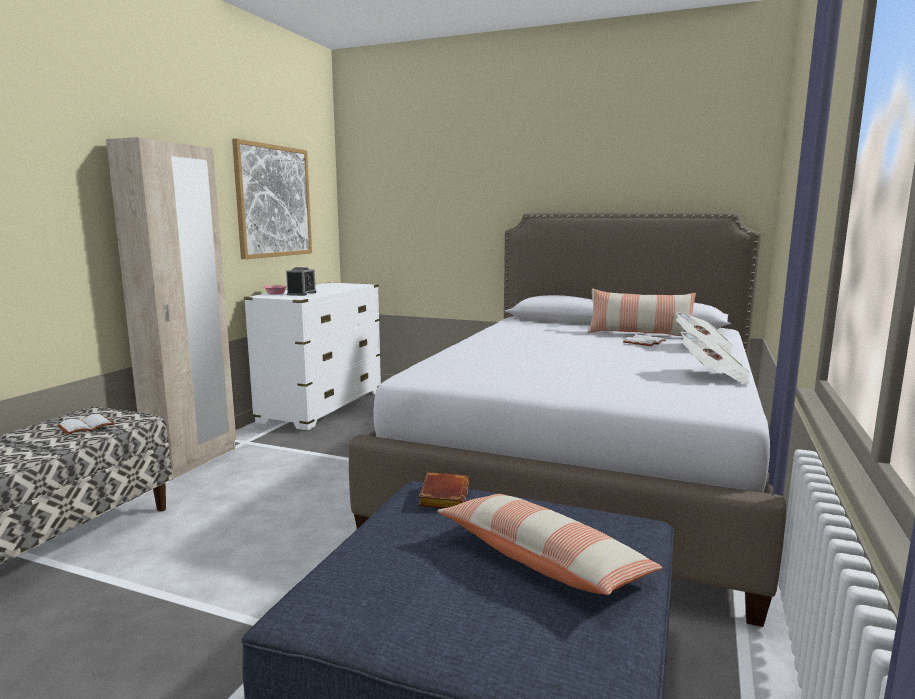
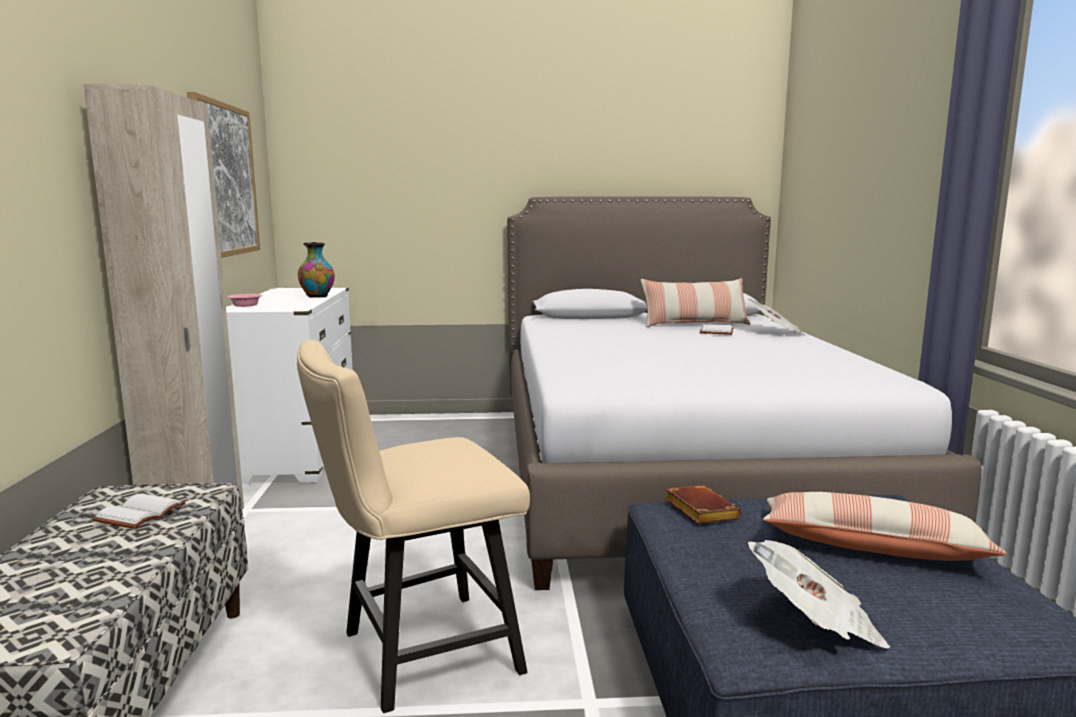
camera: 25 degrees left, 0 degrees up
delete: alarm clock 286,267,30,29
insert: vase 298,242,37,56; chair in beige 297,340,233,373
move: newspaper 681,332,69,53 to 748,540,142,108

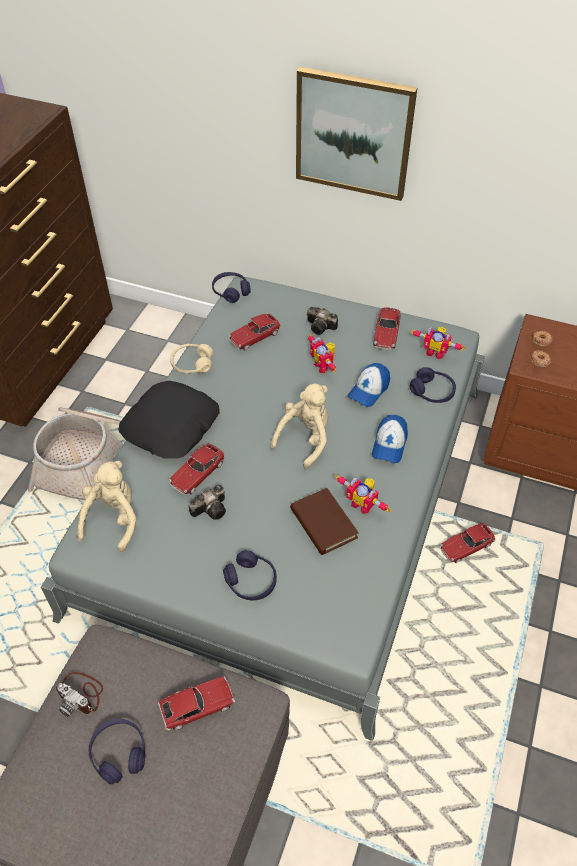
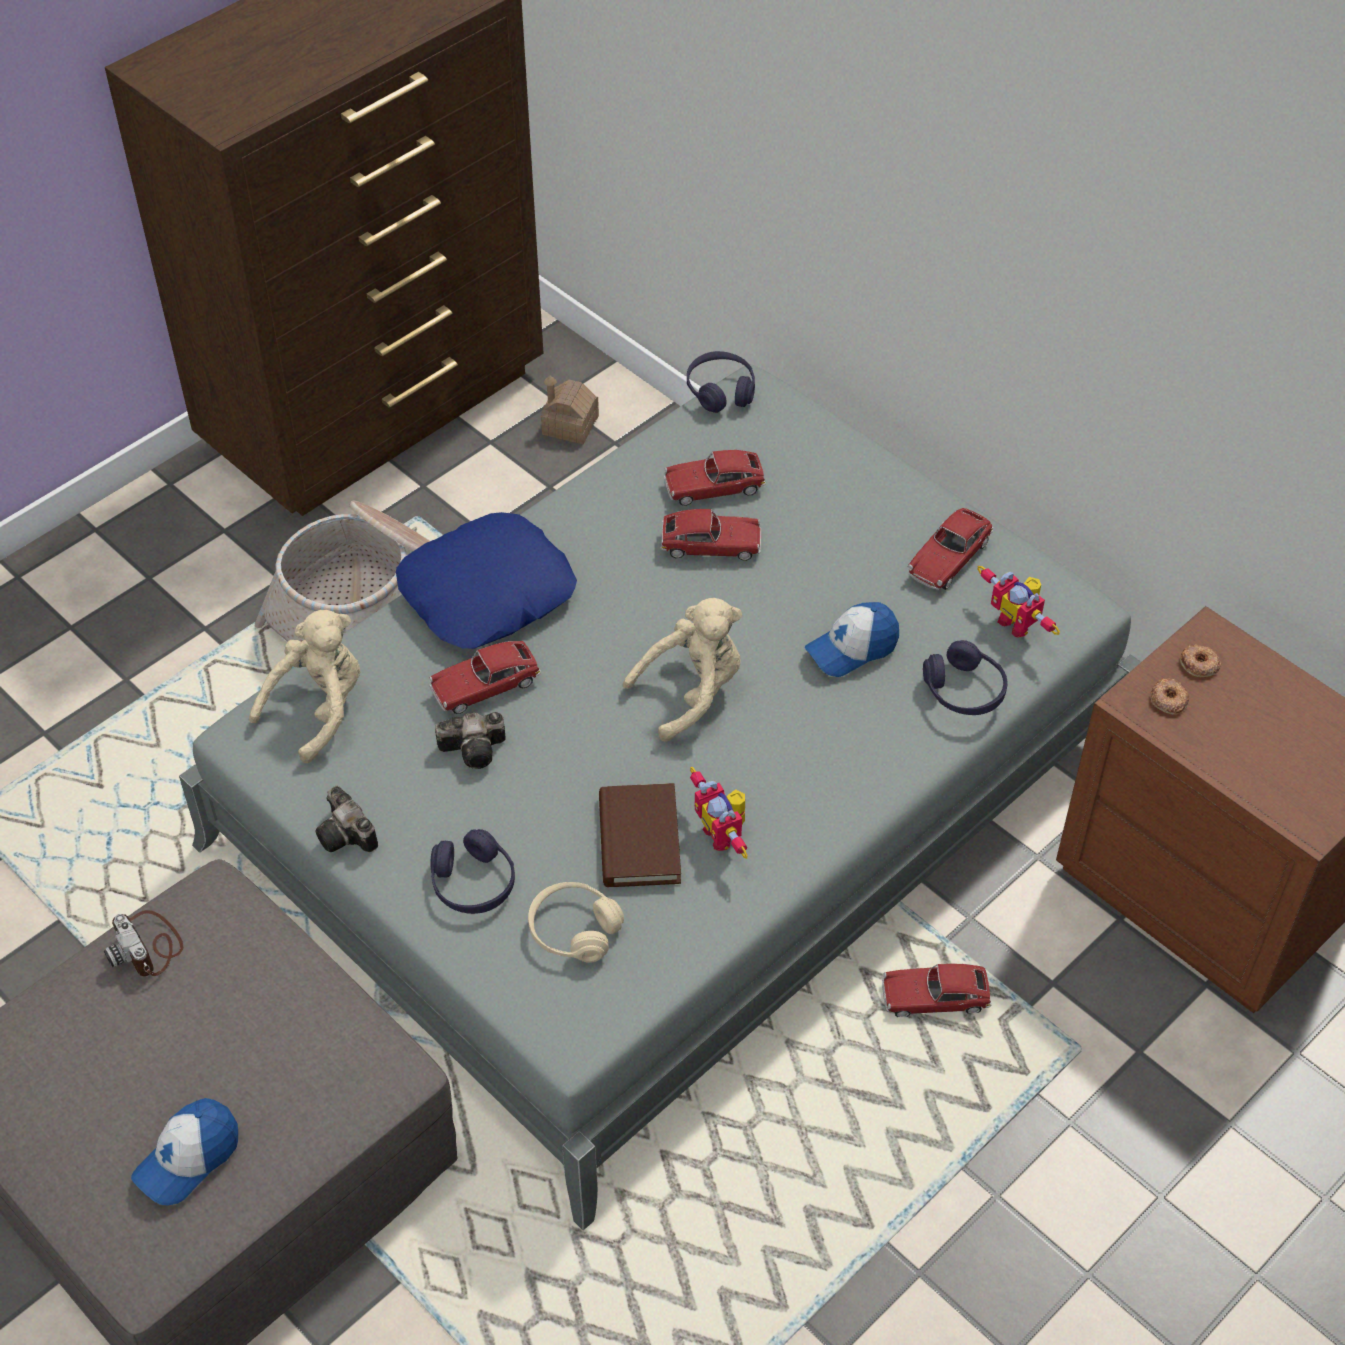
camera: 25 degrees right, 0 degrees up
delete: picture 296,67,121,134; toy robot 308,334,28,39; headphones in purple 89,719,56,65
insert: toy house 541,376,58,68
move: photo camera 307,307,31,28 to 315,786,63,66; headphones in beige 170,344,43,30 to 528,882,96,81; cap 372,415,36,48 to 131,1098,107,108; toy car 158,676,77,55 to 660,509,101,52
recolor: pillow in black 119,381,101,78 to pillow in blue 396,512,181,137

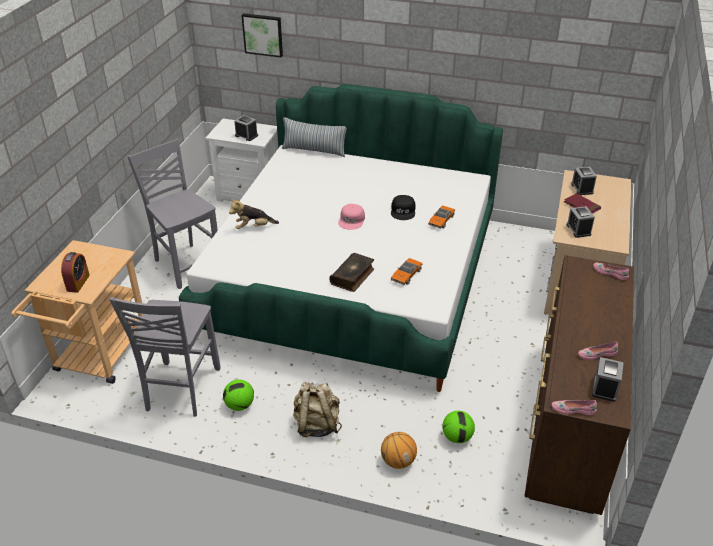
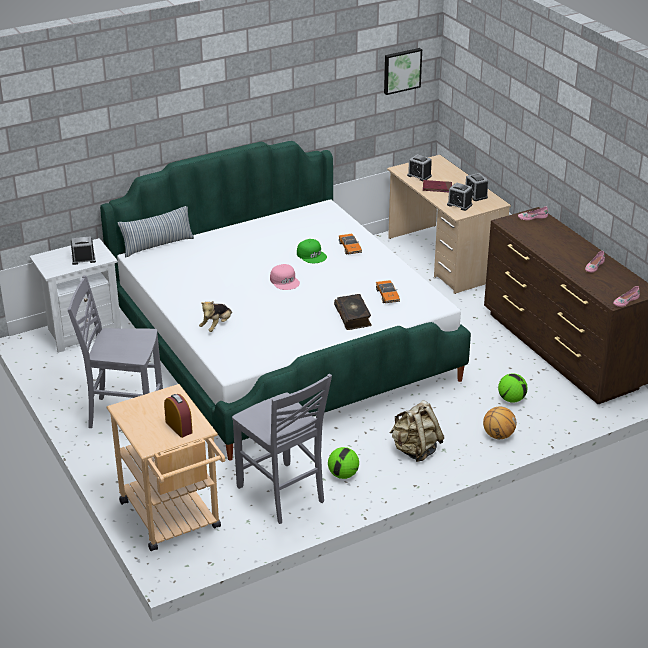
camera: 45 degrees left, 5 degrees down
move: picture 241,13,42,45 to 384,48,38,47; alarm clock 592,357,32,45 to 466,173,23,28
recolor: cap in black 391,195,25,25 to cap in green 297,239,30,24

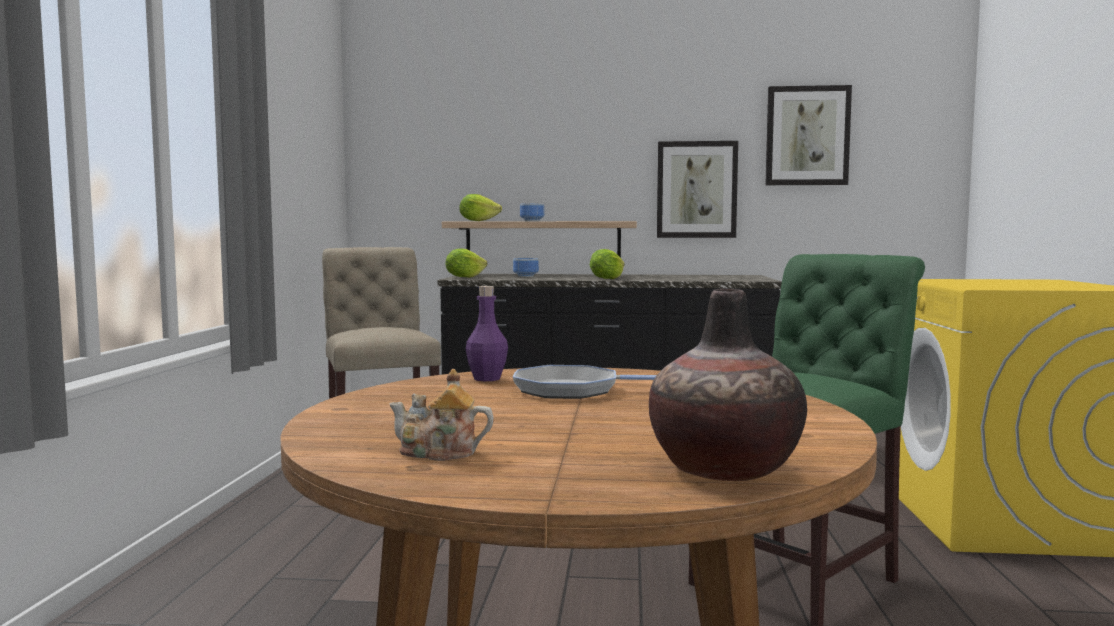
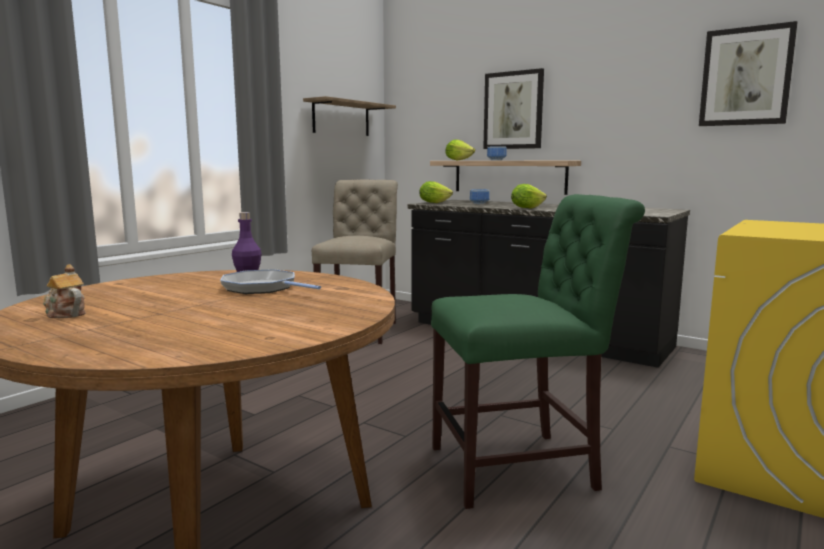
camera: 30 degrees right, 5 degrees up
delete: vase 649,289,158,192
insert: shelf 303,96,93,40
move: picture 657,141,81,97 to 483,68,61,81

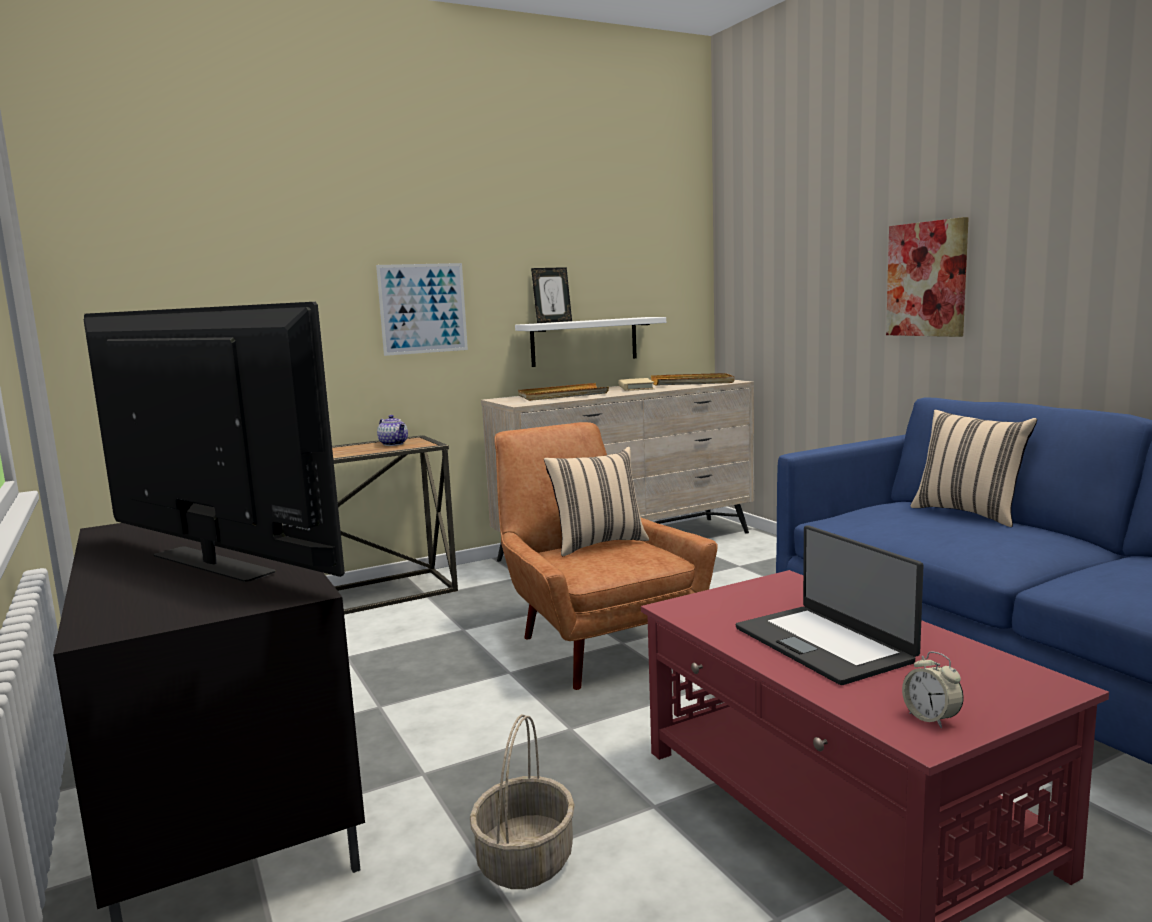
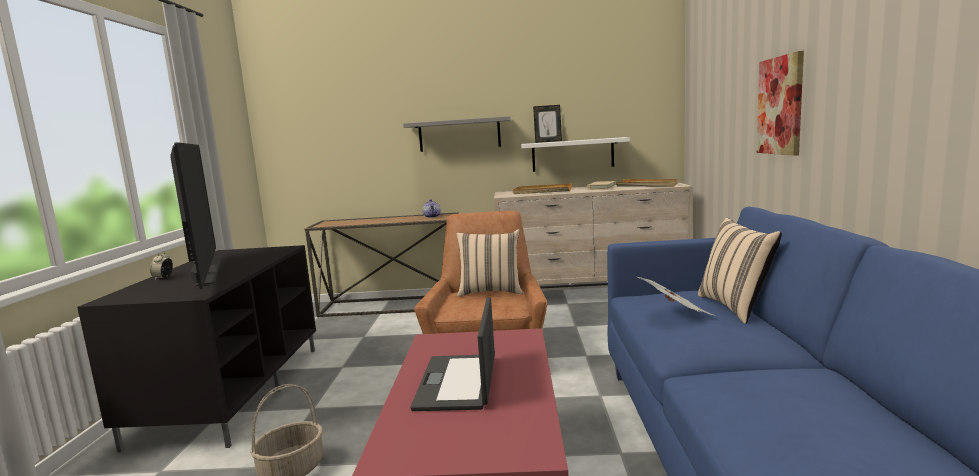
camera: 30 degrees right, 0 degrees up
insert: newspaper 638,277,75,38
move: alarm clock 902,651,62,77 to 150,251,23,29
replace: picture 376,263,92,93 to shelf in grey 403,116,107,36

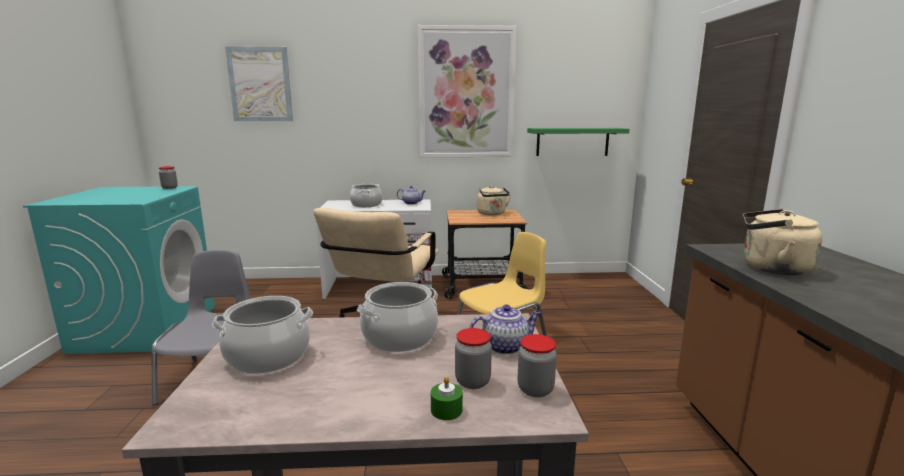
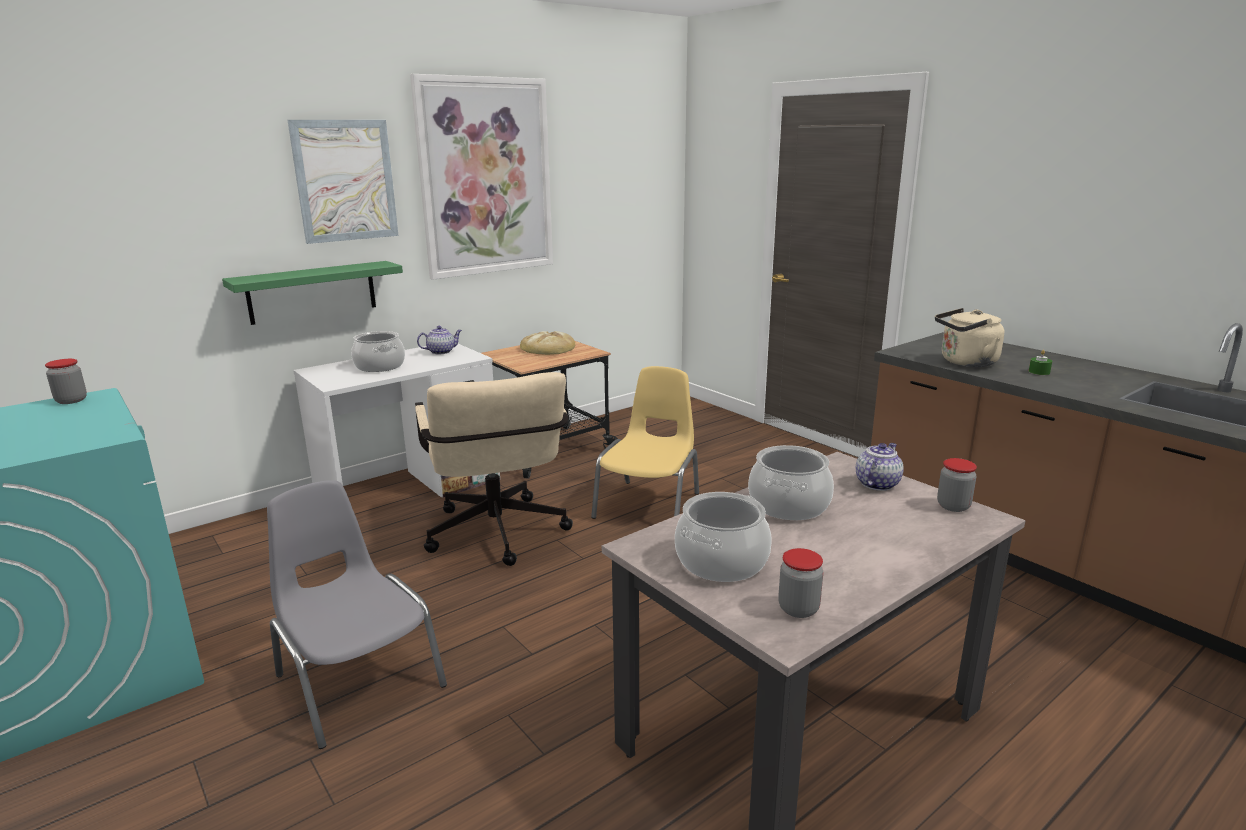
camera: 35 degrees left, 5 degrees up
move: picture 225,46,68,75 to 288,120,111,124; shelf in green 527,128,102,28 to 222,261,181,64; jar 455,328,37,61 to 778,548,45,70; candle in green 431,376,32,44 to 1029,350,23,25
replace: kettle in beige 477,186,34,29 to bread 520,331,55,24

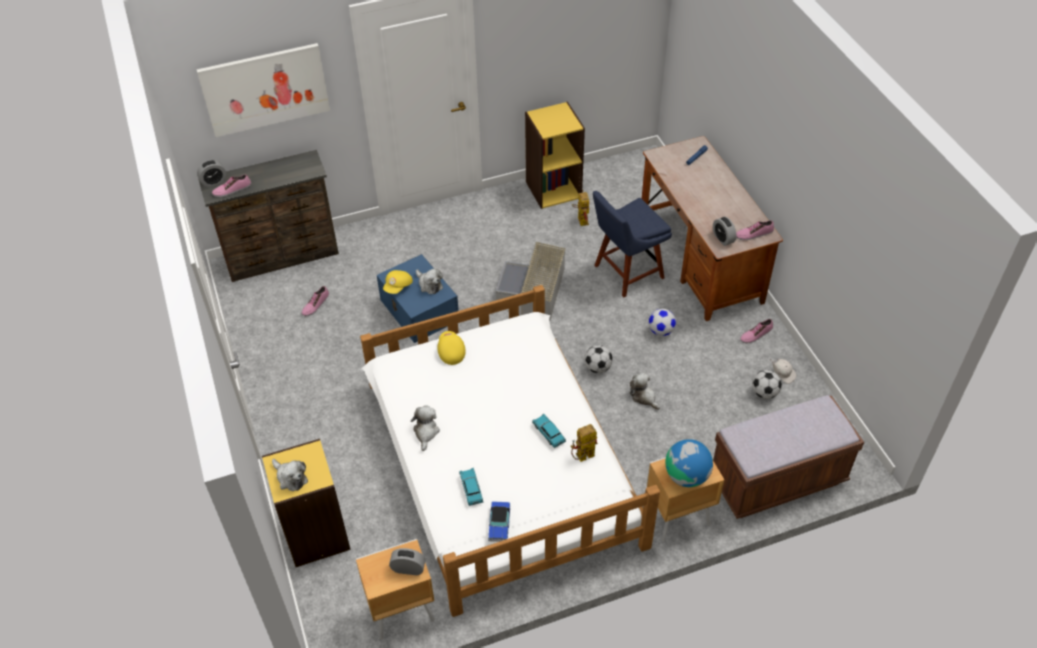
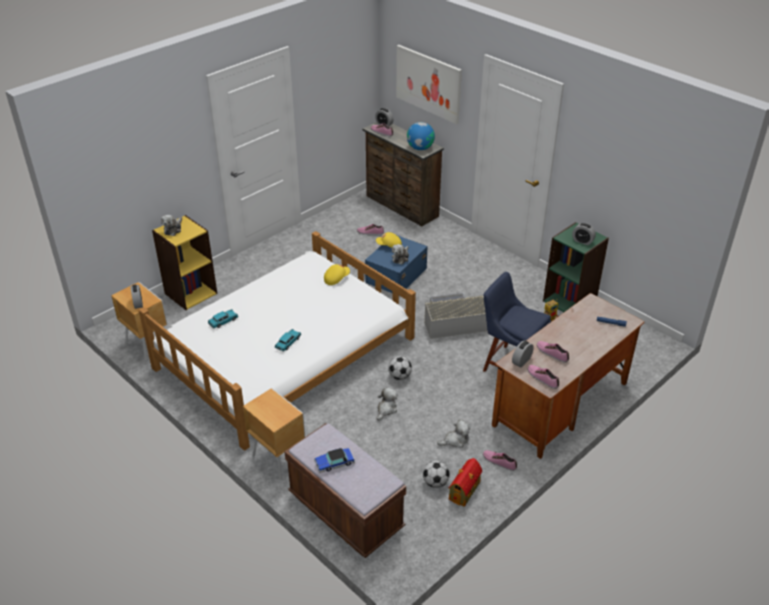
camera: 65 degrees right, 10 degrees down
delete: football 648,309,28,27; toy robot 571,424,27,38
insert: alarm clock 572,223,24,22; shoe 537,341,32,21
move: plush toy 411,405,29,46 to 437,419,34,29; globe 665,439,48,48 to 407,122,28,28; toy car 488,501,22,41 to 314,448,41,25
replace: cap in white 769,359,27,25 to toy house 449,458,33,49
recolor: bookcase in yellow 525,102,60,107 to bookcase in green 543,222,66,90

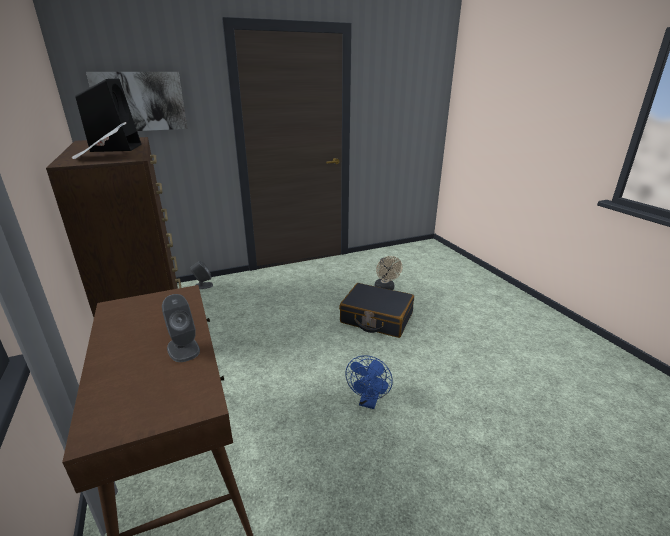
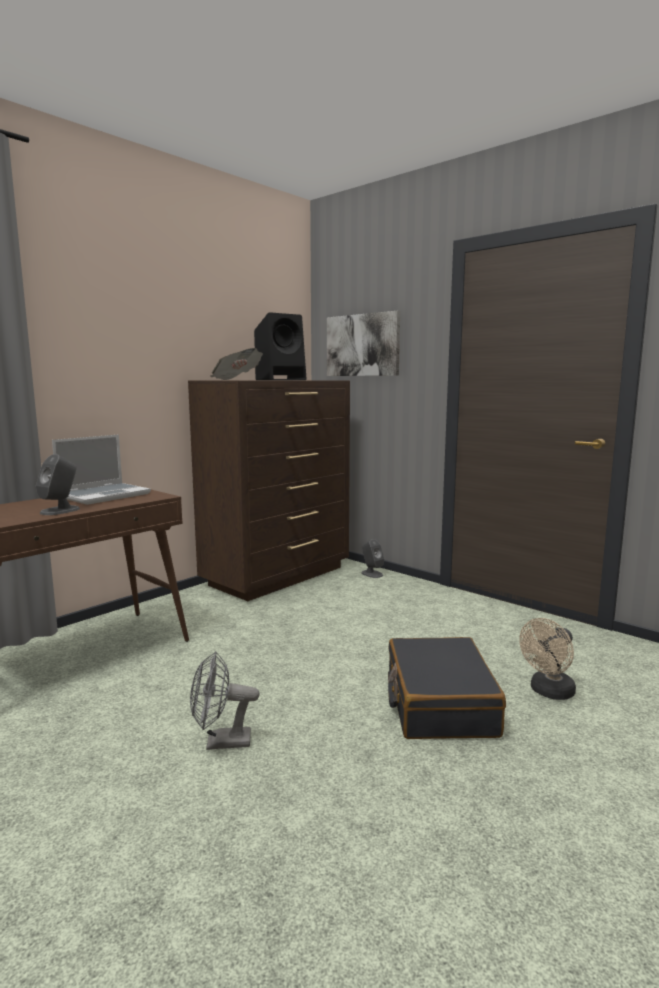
camera: 65 degrees right, 15 degrees down
insert: laptop 52,435,99,70
recolor: fan in blue 345,355,48,54 to fan in grey 190,651,69,99

